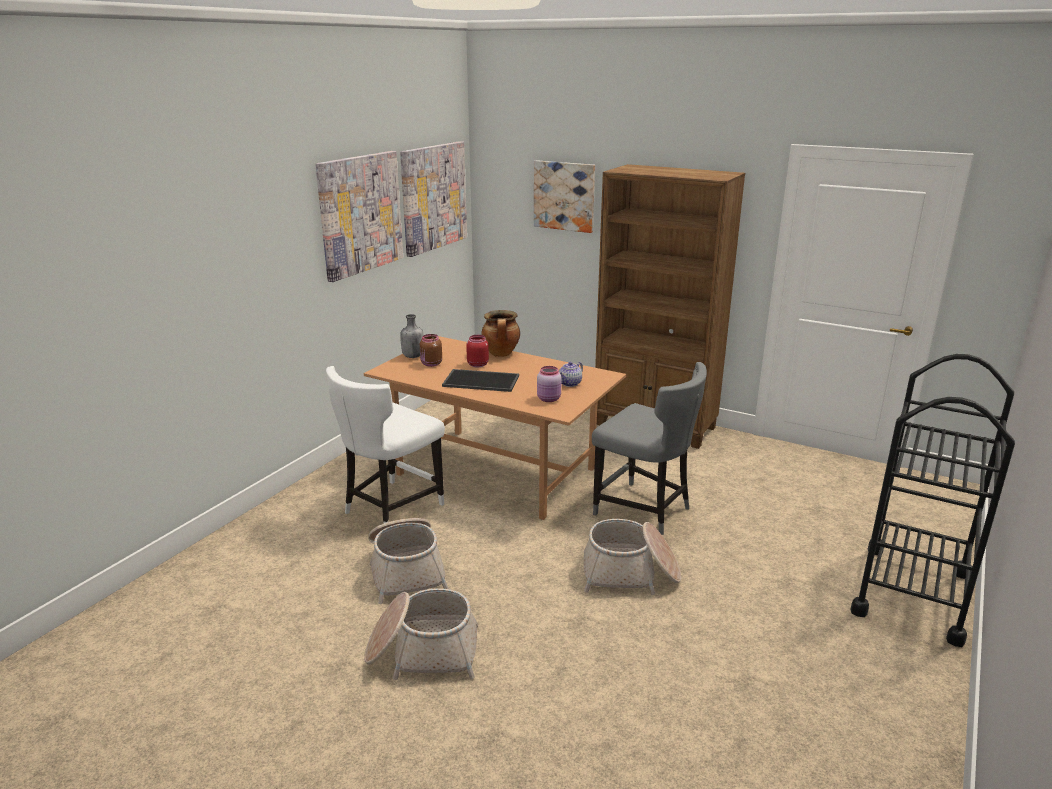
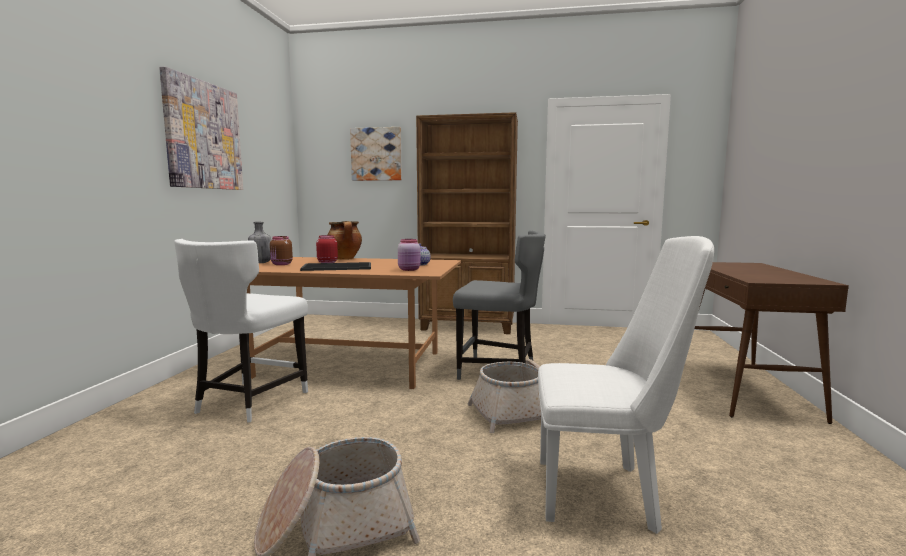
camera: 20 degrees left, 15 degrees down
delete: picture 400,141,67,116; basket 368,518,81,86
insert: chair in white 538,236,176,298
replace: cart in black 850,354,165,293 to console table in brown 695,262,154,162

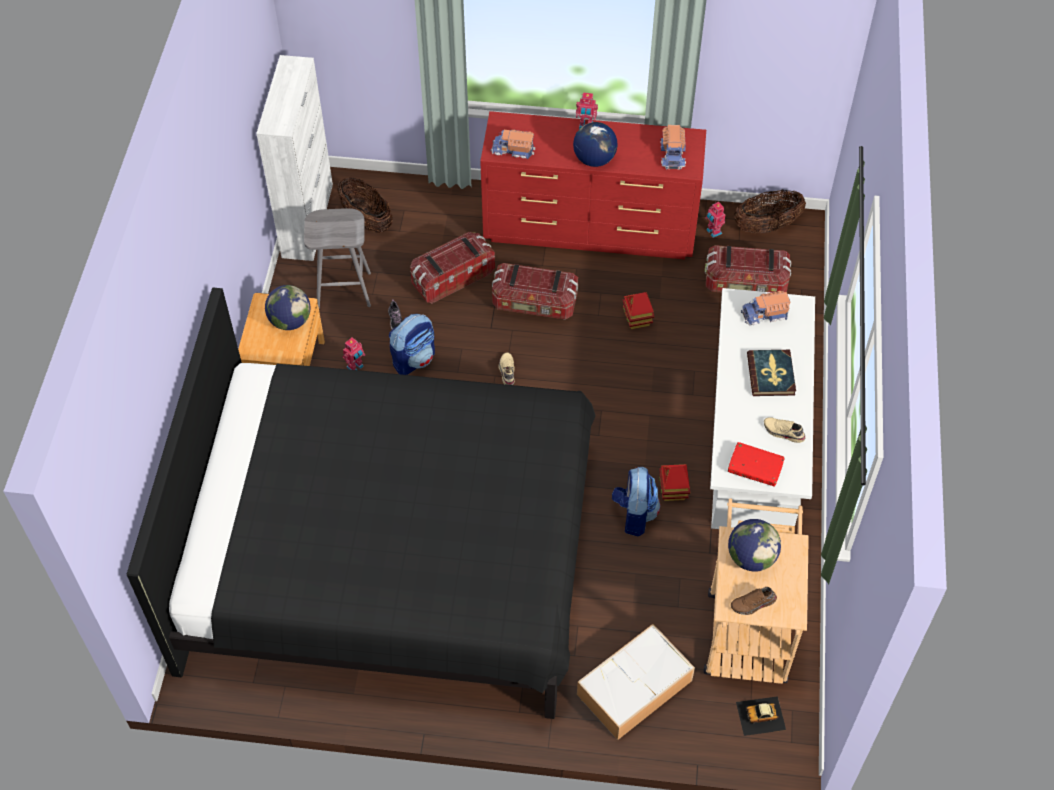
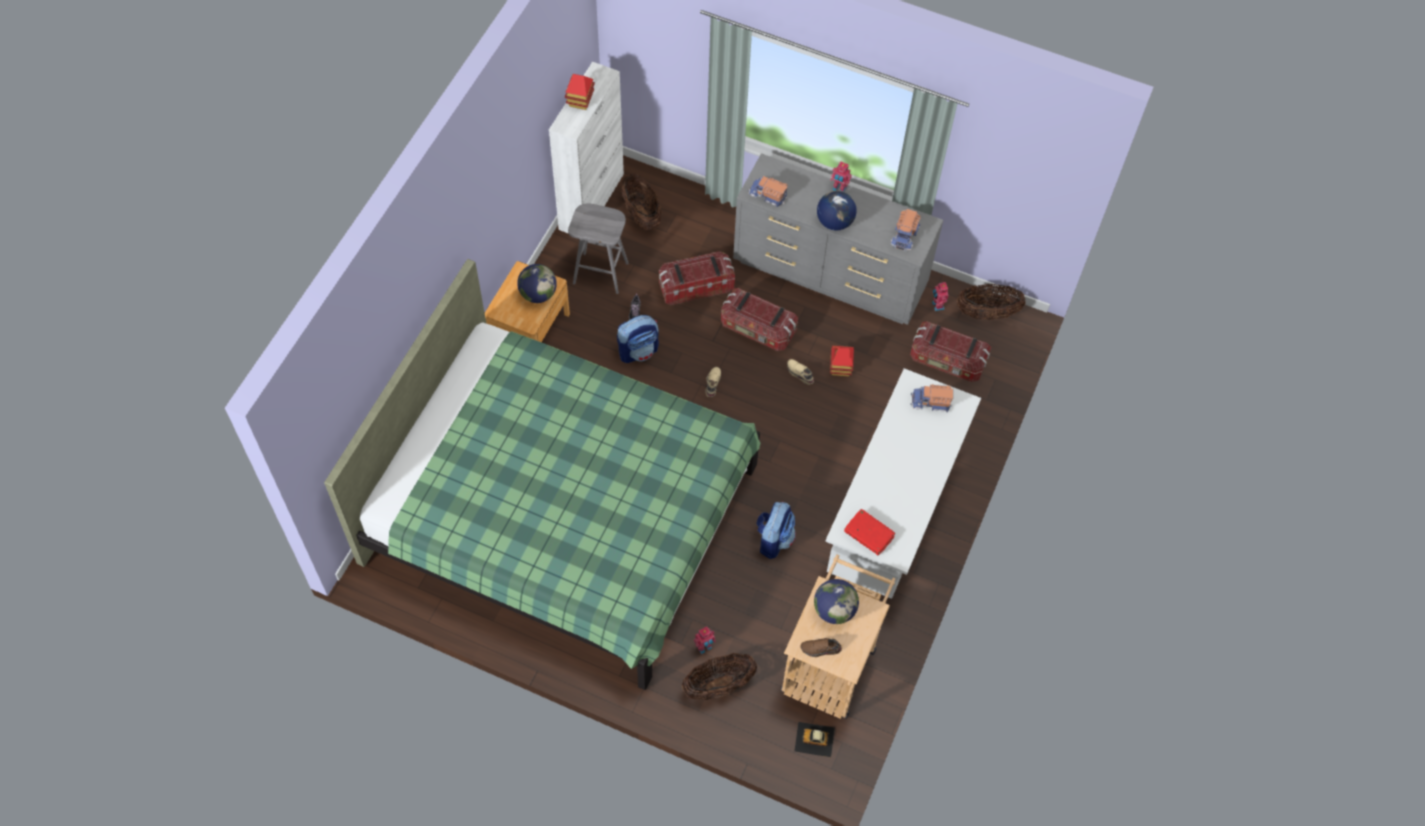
camera: 15 degrees right, 5 degrees up
delete: book 747,350,49,46
move: toy robot 342,338,23,32 to 694,626,22,28; shoe in beige 764,417,42,26 to 787,359,27,25; toy house 659,464,31,37 to 565,74,30,36
replace: storage box 577,624,118,116 to basket 682,653,75,47
recolor: dresser in red 480,111,226,148 to dresser in grey 733,153,210,172; bed in black 127,287,469,432 to bed in green 324,259,436,431

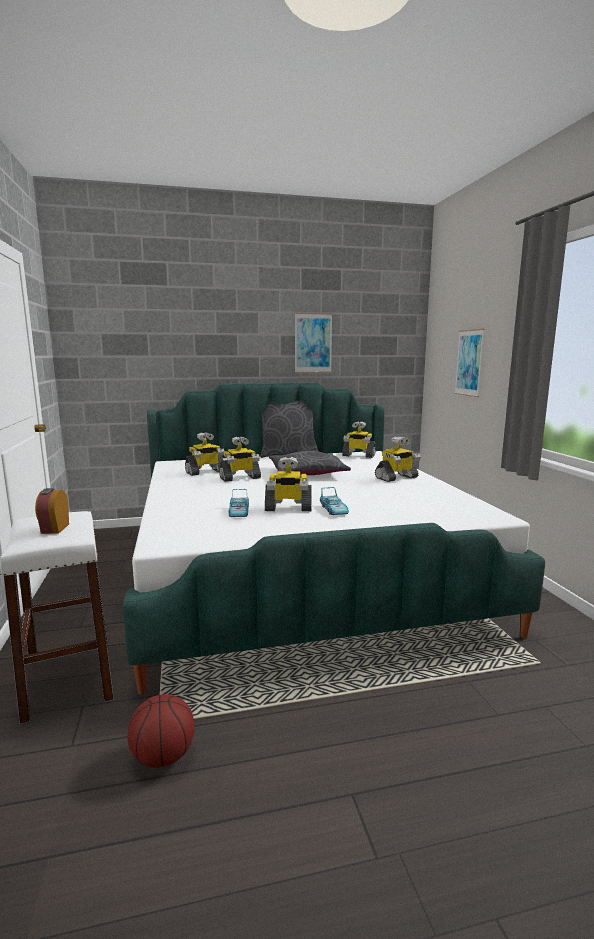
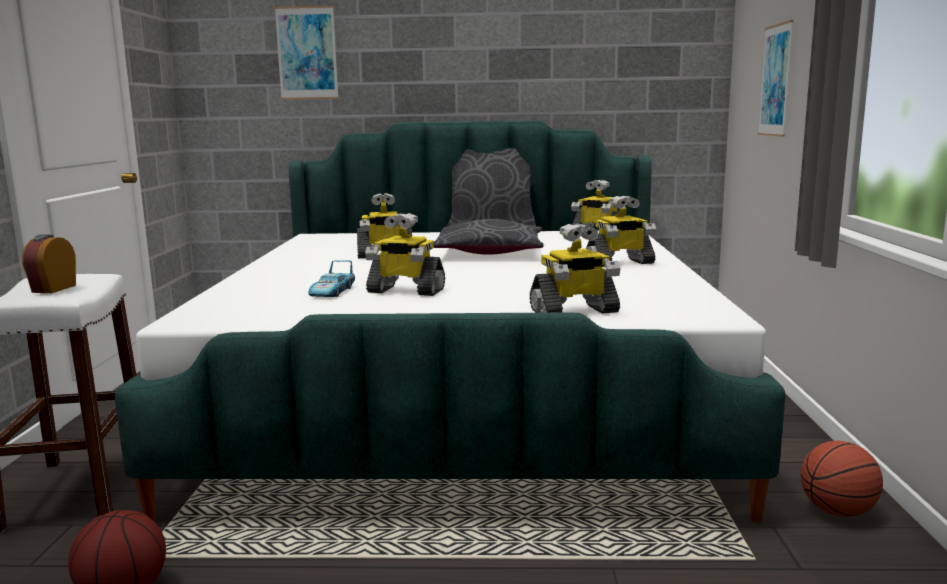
camera: 15 degrees right, 0 degrees up
delete: toy car 320,487,29,28
insert: basketball 801,441,82,76
move: picture 295,313,37,60 to 274,6,65,94; toy robot 185,432,39,44 to 530,223,90,90

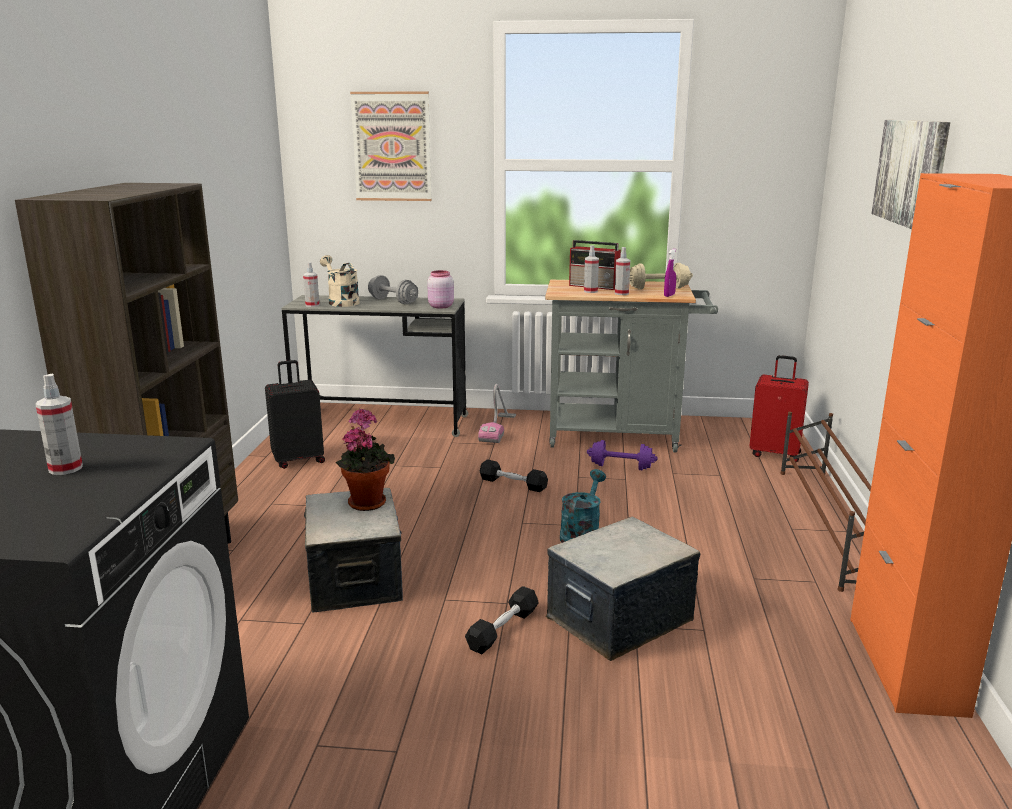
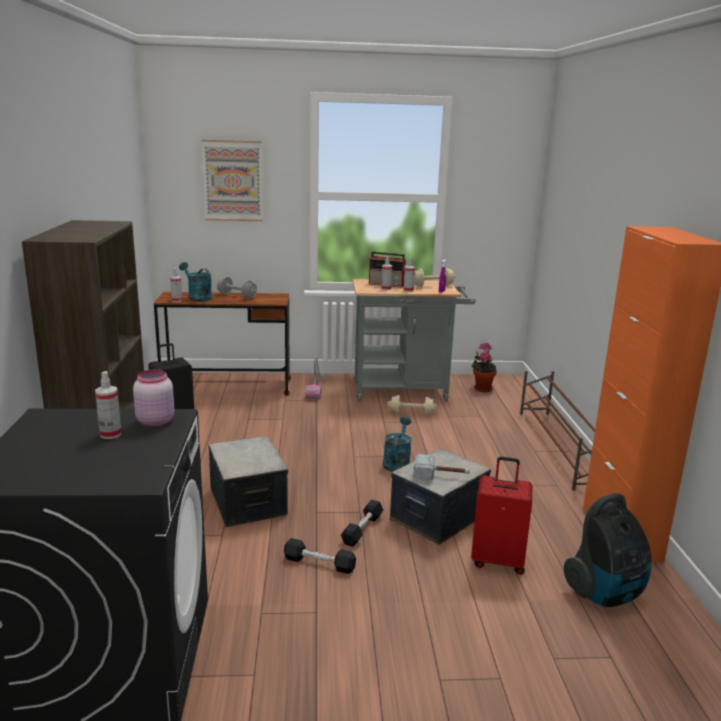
camera: 10 degrees left, 0 degrees up
delete: picture 871,120,79,109
insert: hammer 413,454,57,27; vacuum cleaner 564,493,88,114
move: jar in pink 427,270,27,39 to 133,370,41,57; suitcase in red 749,355,60,107 to 471,456,61,119; potted plant 335,409,60,102 to 471,343,26,49; dumbbell in black 480,459,68,33 to 284,538,72,36
recolor: watering can in beige 320,255,40,52 to watering can in turquoise 179,262,33,40; desk in grey 281,295,187,142 to desk in brown 154,292,137,104; dumbbell in purple 587,440,71,31 to dumbbell in beige 387,395,50,20

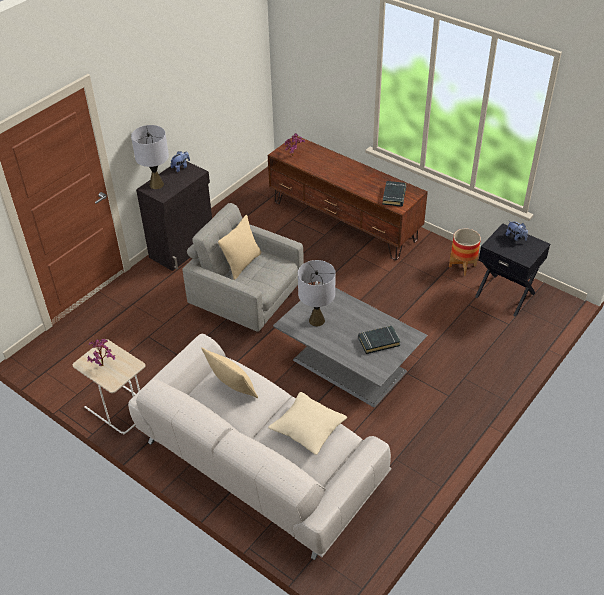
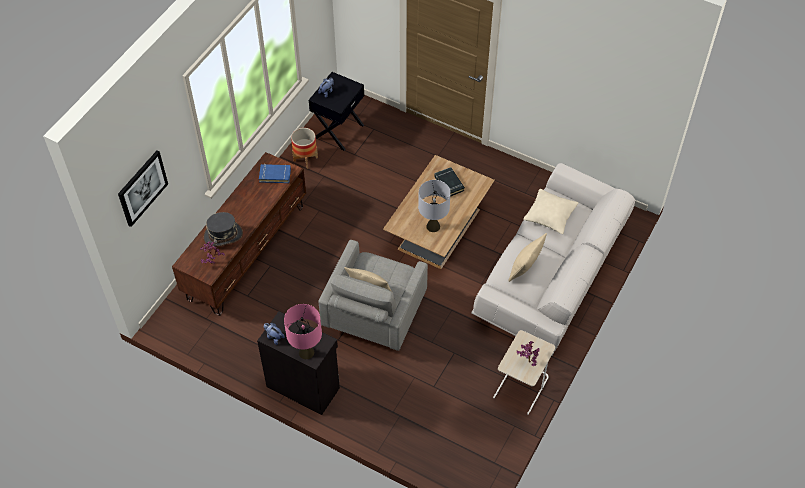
camera: 100 degrees left, 10 degrees up
insert: picture 118,151,50,76; hat in grey 204,212,39,35
recolor: table lamp in grey 131,125,38,64 to table lamp in pink 284,304,38,55; book in black 382,181,24,26 to book in blue 259,164,32,19; coffee table in grey 273,282,155,125 to coffee table in brown 383,155,112,114

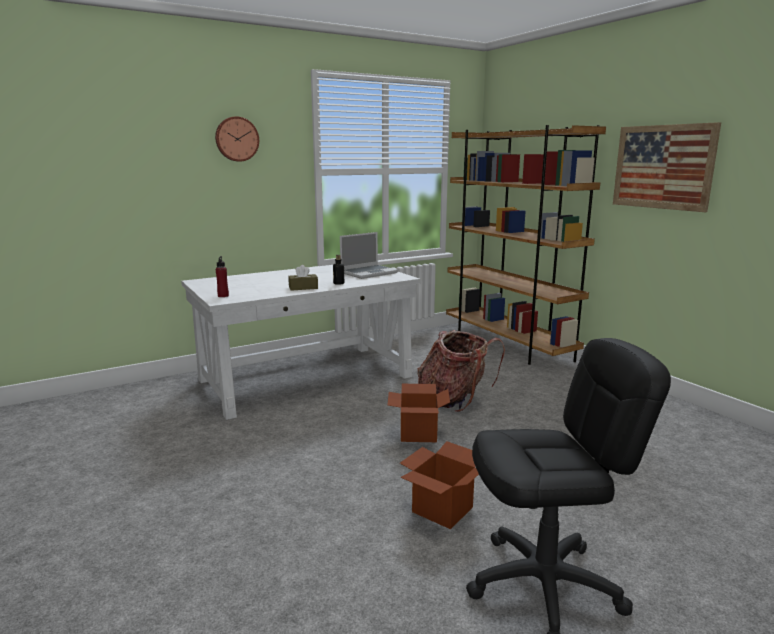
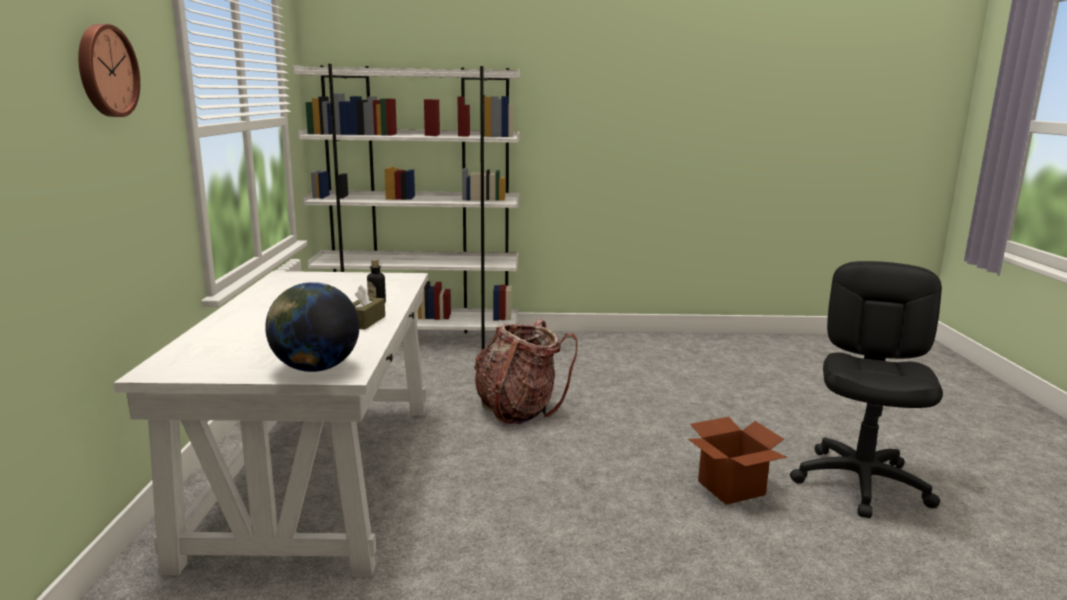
camera: 60 degrees left, 0 degrees up
delete: picture 613,122,108,90; laptop 340,232,58,47; cardboard box 388,384,62,58
replace: bottle in red 216,256,13,41 to globe 265,282,94,90
recolor: bookcase in brown 446,125,160,240 to bookcase in white 293,64,227,285

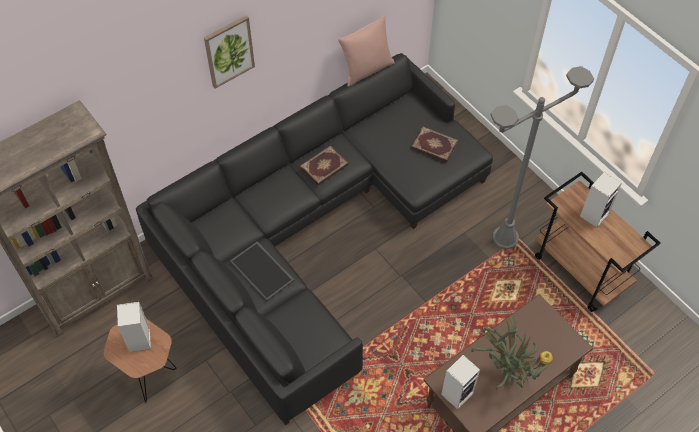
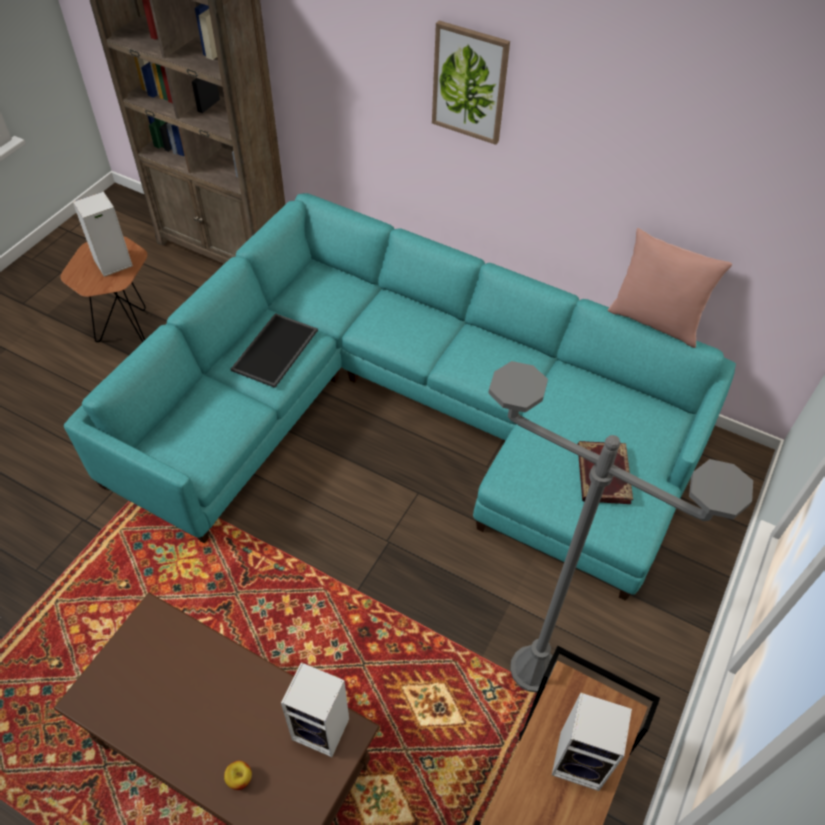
camera: 65 degrees right, 5 degrees down
delete: book 300,145,49,41; potted plant 471,313,77,76
move: speaker 441,355,39,54 to 281,662,68,95
recolor: sofa in black 136,53,357,372 to sofa in turquoise 64,193,672,408

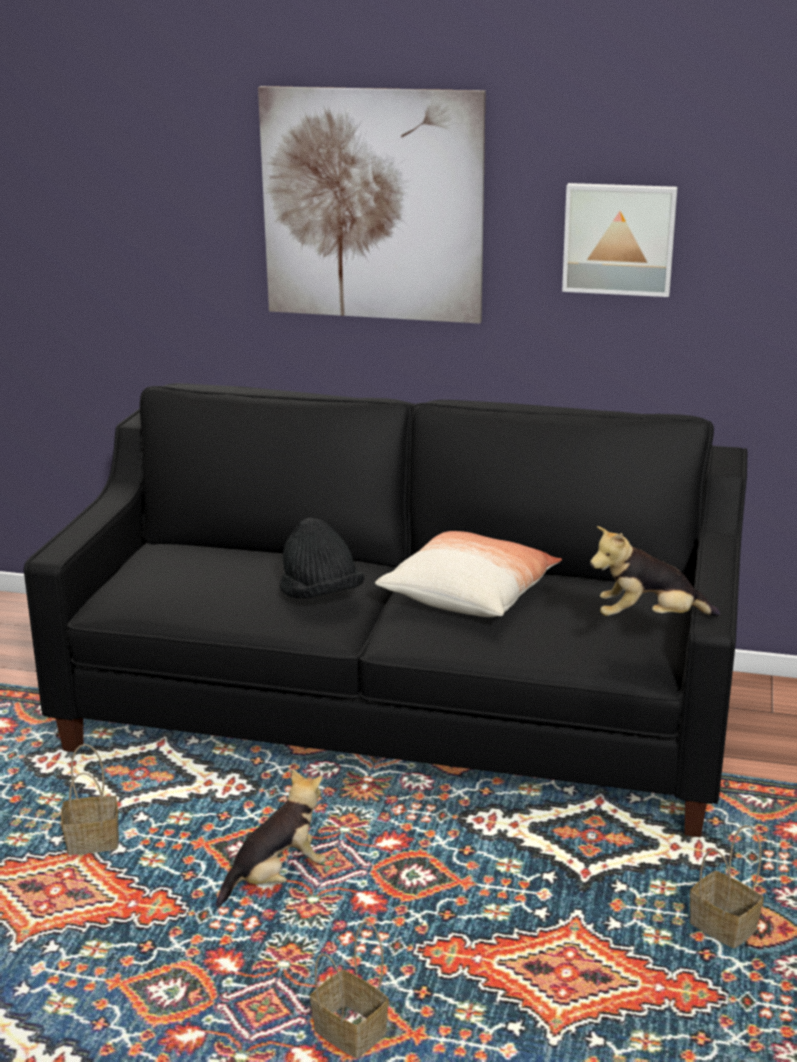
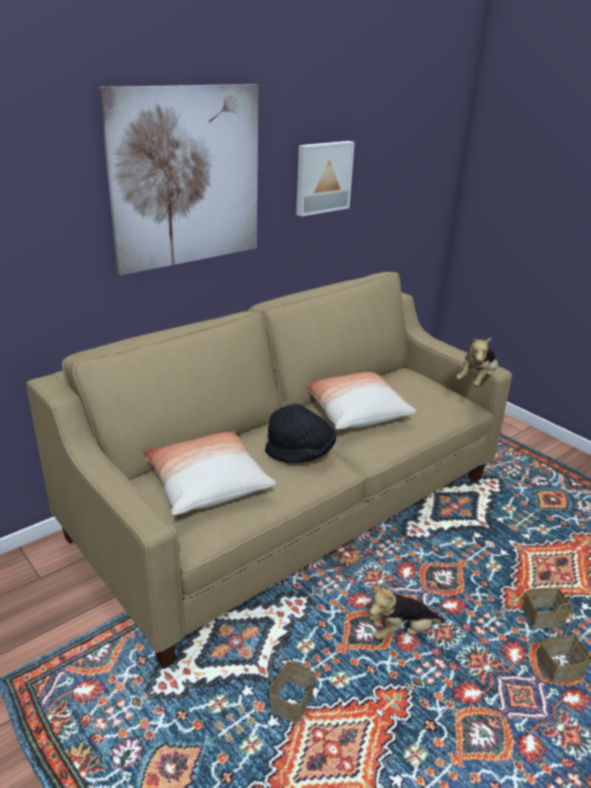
camera: 55 degrees left, 5 degrees up
insert: pillow 142,430,134,86
move: basket 690,825,74,123 to 522,556,51,73
recolor: sofa in black 24,383,723,454 to sofa in beige 26,272,486,397
rotate: plush toy 216,769,110,139 = 369,586,76,53 105 degrees counterclockwise

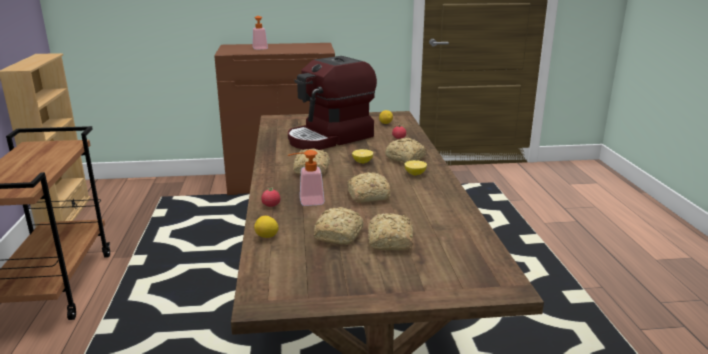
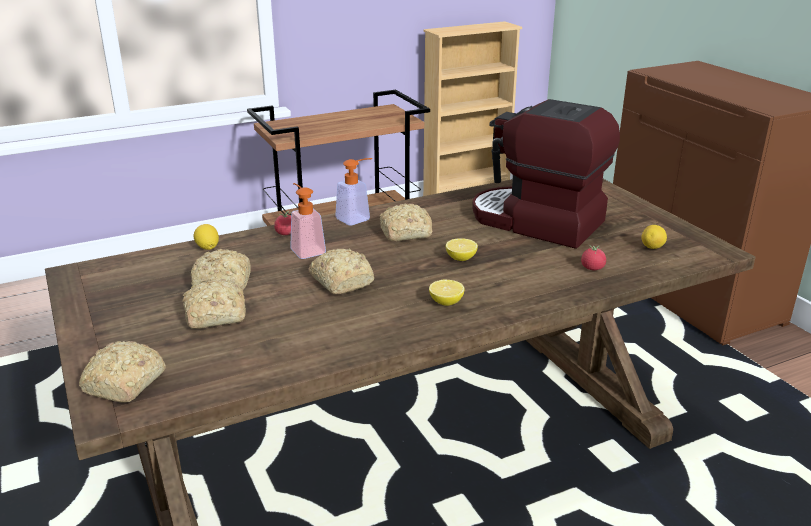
camera: 70 degrees right, 5 degrees up
move: soap dispenser 252,16,16,34 to 335,158,37,67; bread 385,138,42,25 to 79,341,87,62

